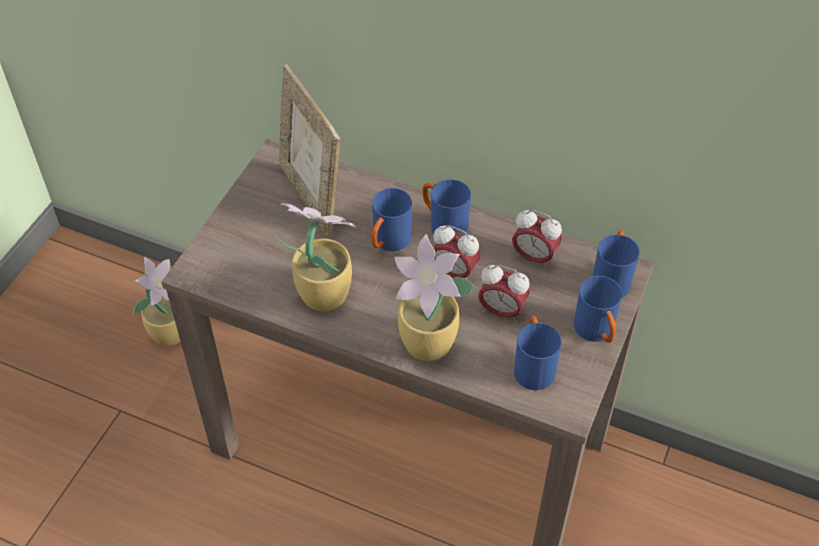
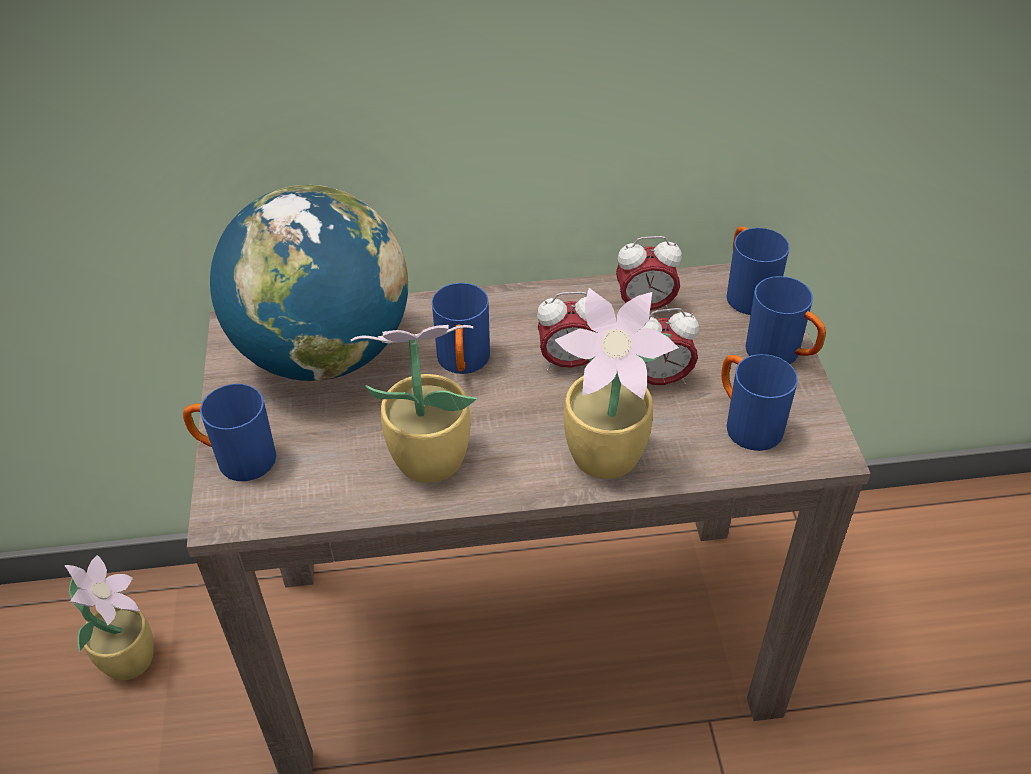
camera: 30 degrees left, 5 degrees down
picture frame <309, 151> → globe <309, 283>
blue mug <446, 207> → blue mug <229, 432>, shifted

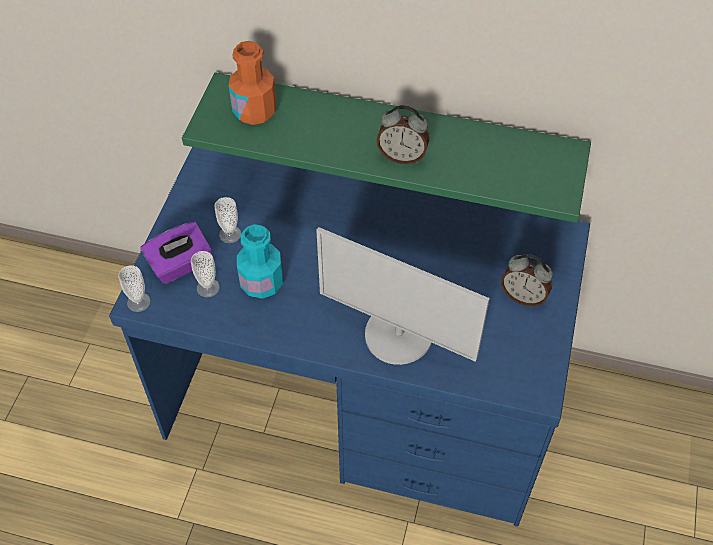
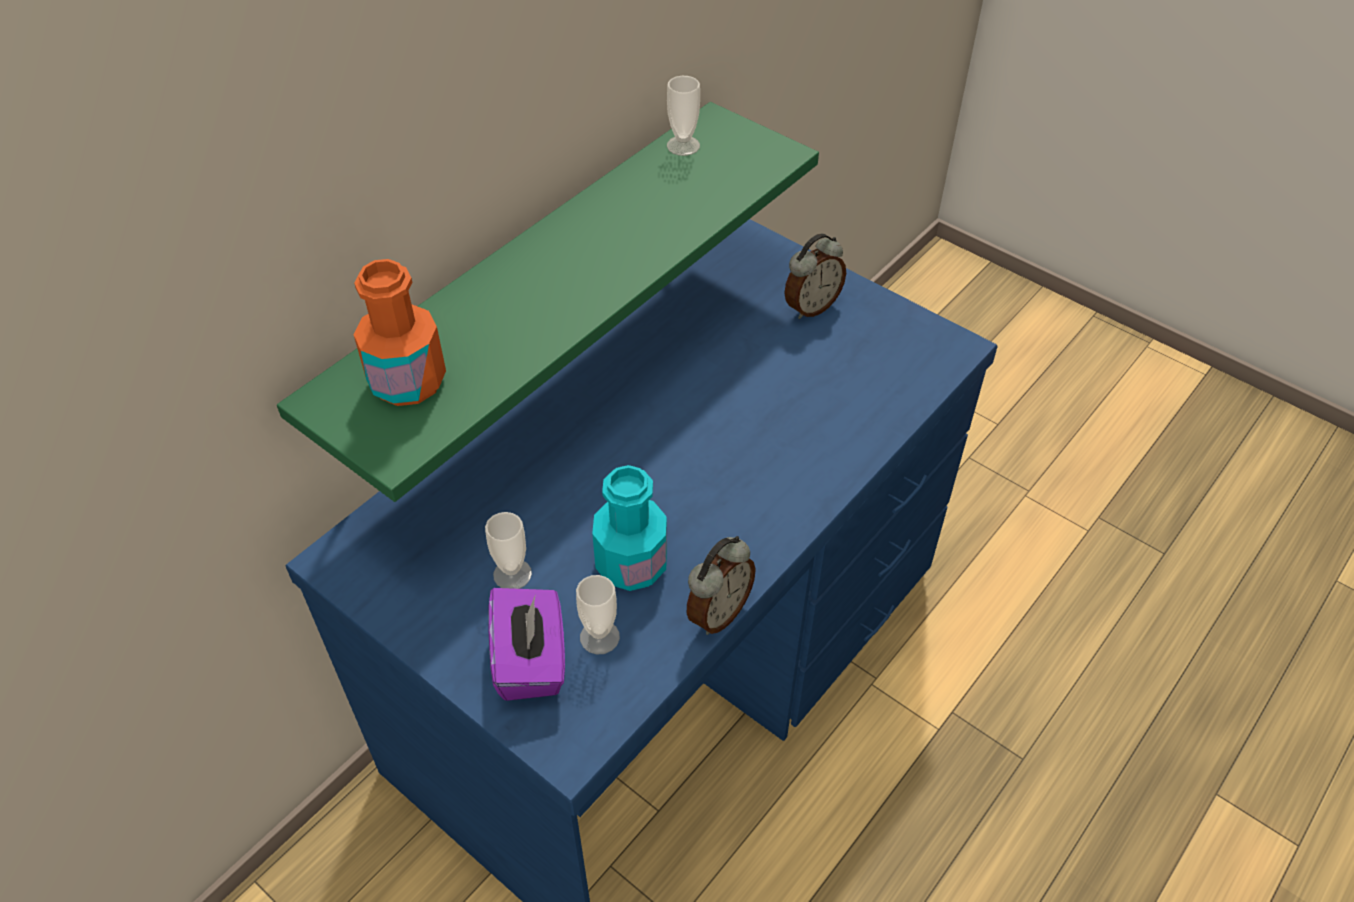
camera: 65 degrees left, 5 degrees down
alarm clock <403, 134> → alarm clock <721, 585>, shifted
monitor <403, 296> → -
cup <134, 288> → cup <683, 116>, shifted

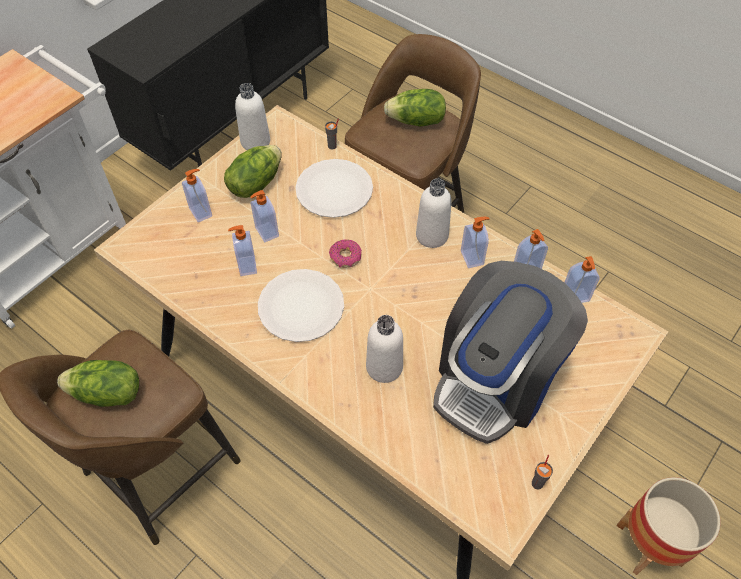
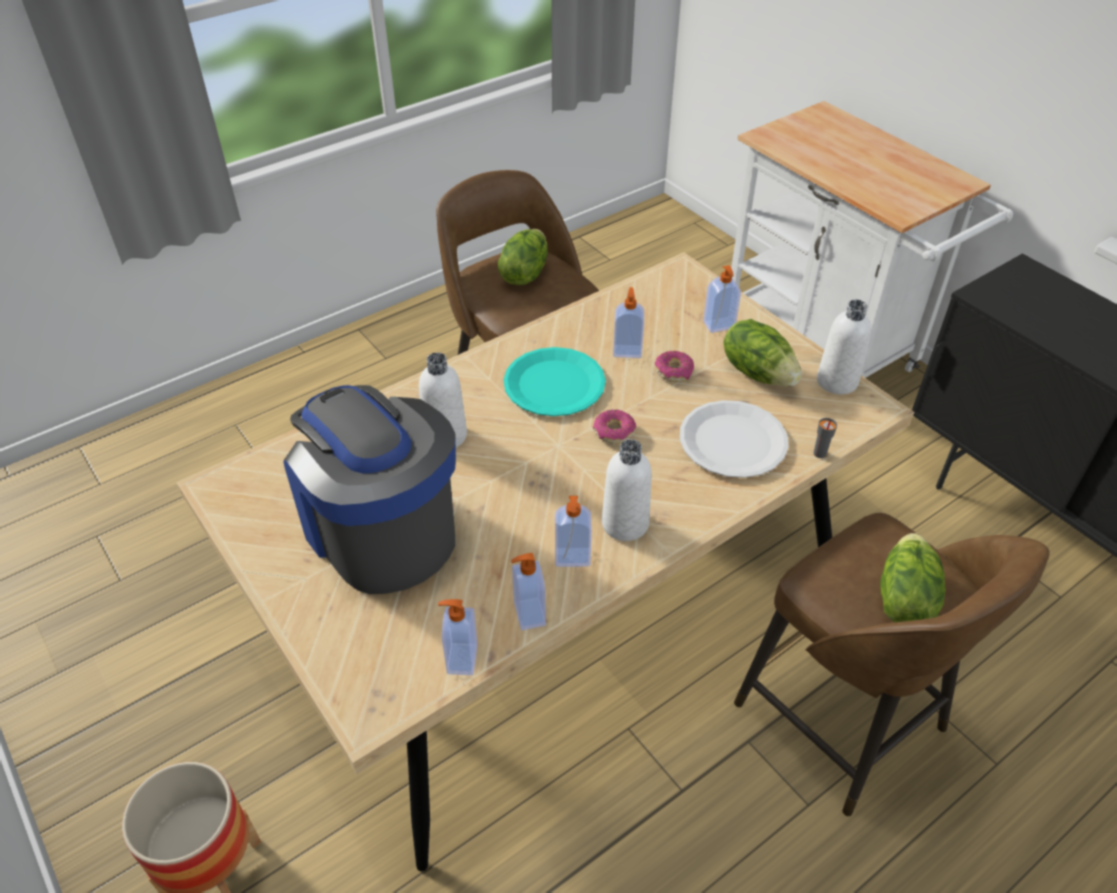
camera: 105 degrees right, 10 degrees down
soap dispenser <265, 216> → donut <674, 366>
white plate <301, 305> → turquoise plate <554, 381>
grey cup <542, 472> → -

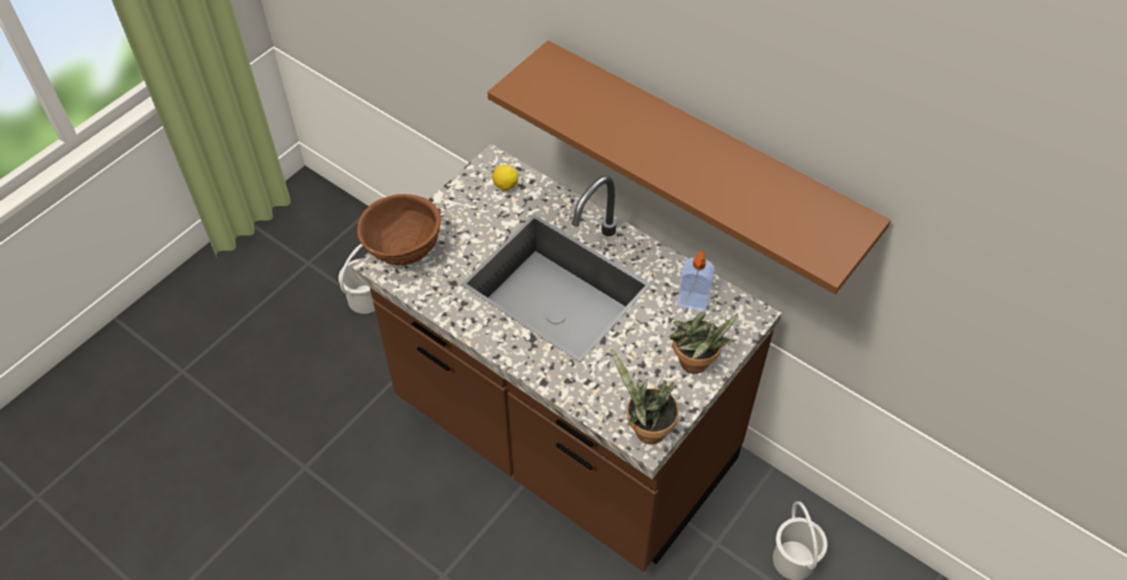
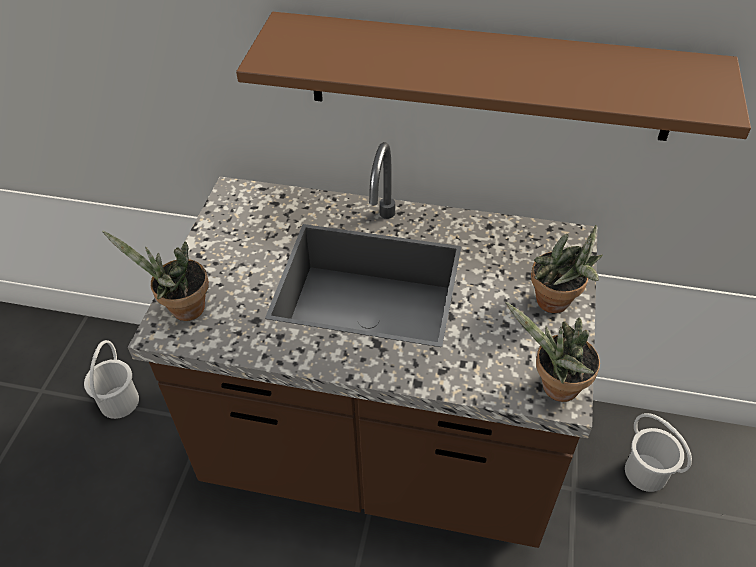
camera: 25 degrees left, 5 degrees down
lemon <505, 178> → -
brown bowl <399, 229> → potted plant <155, 275>
soap dispenser <696, 281> → -

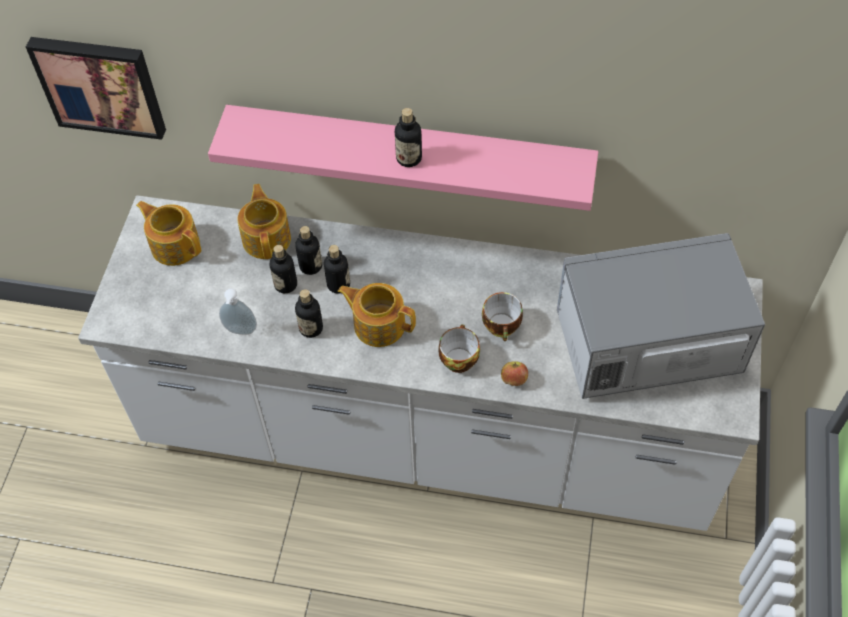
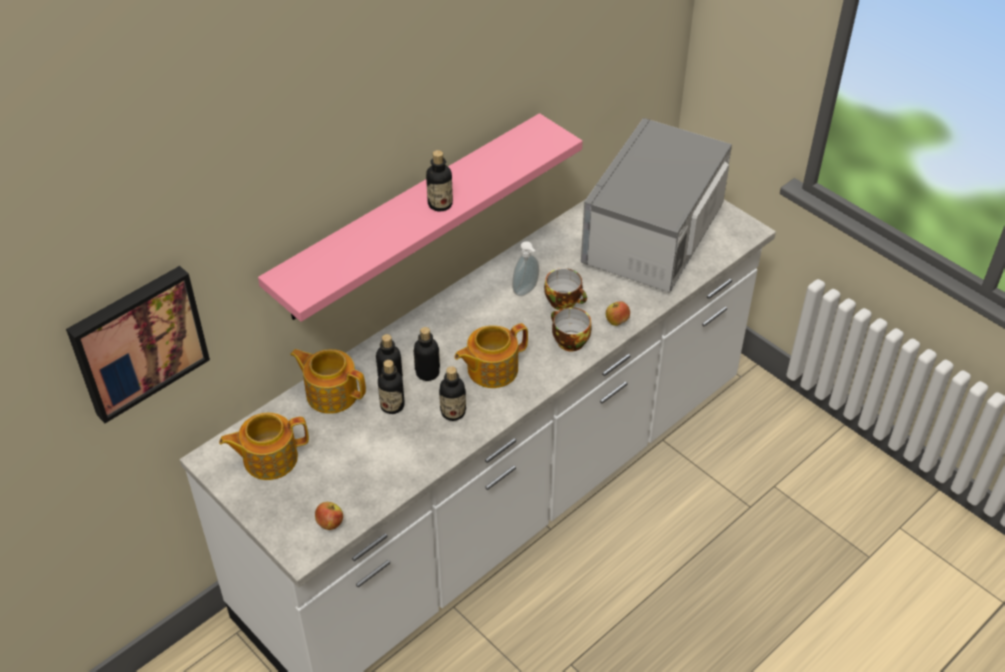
camera: 55 degrees left, 10 degrees down
soap dispenser <238, 312> → soap dispenser <525, 268>, shifted
- → apple <329, 516>

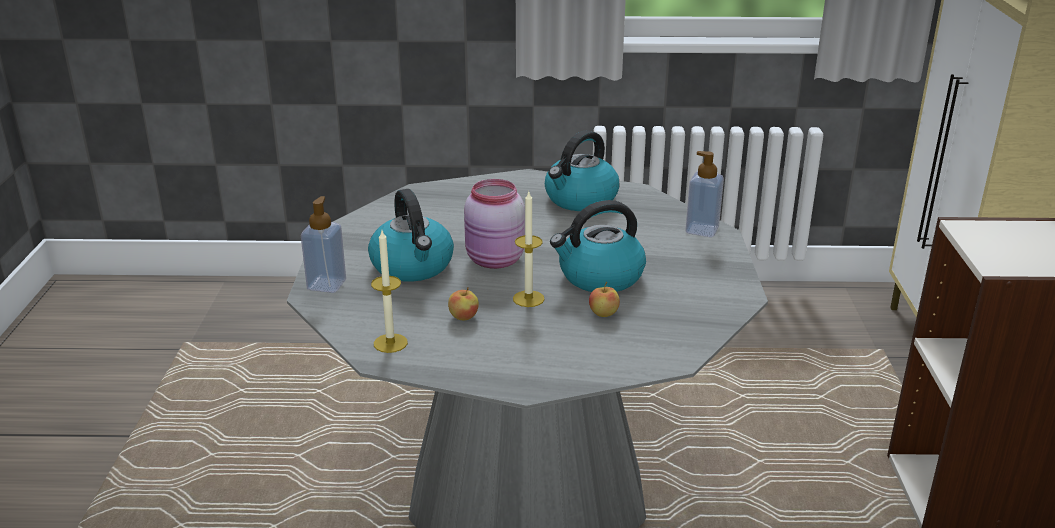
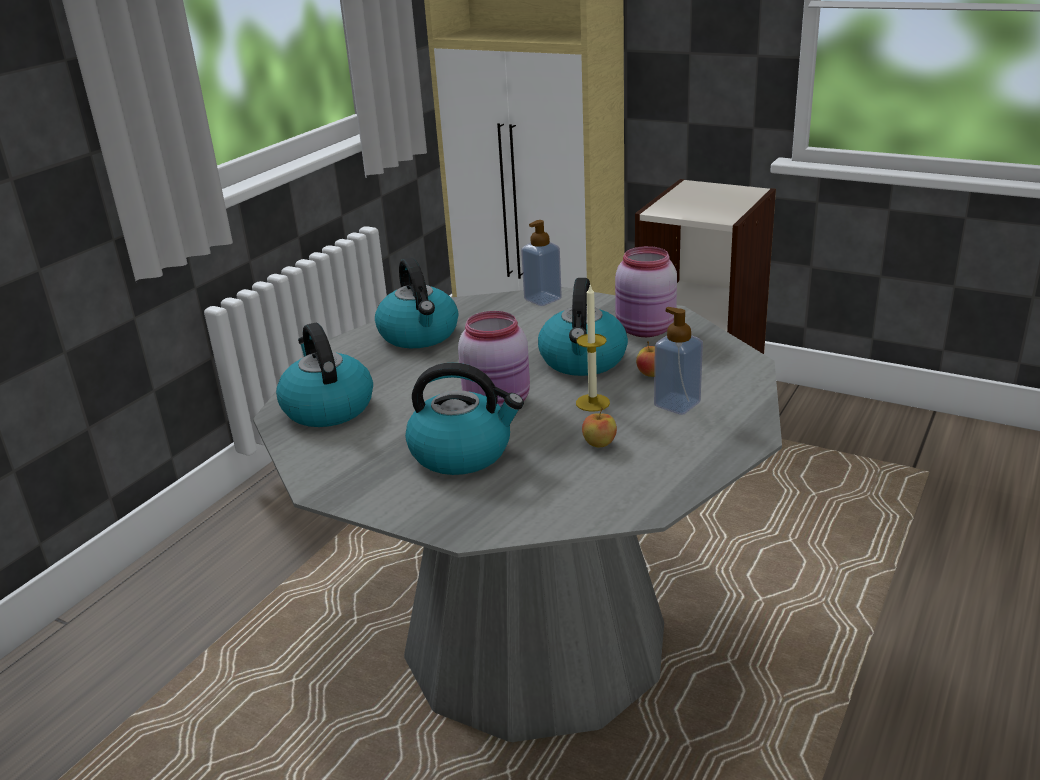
camera: 60 degrees left, 0 degrees up
soap dispenser <323, 244> → soap dispenser <678, 361>, shifted
candle <389, 291> → -
- → pink jar <646, 291>
- → kettle <324, 375>

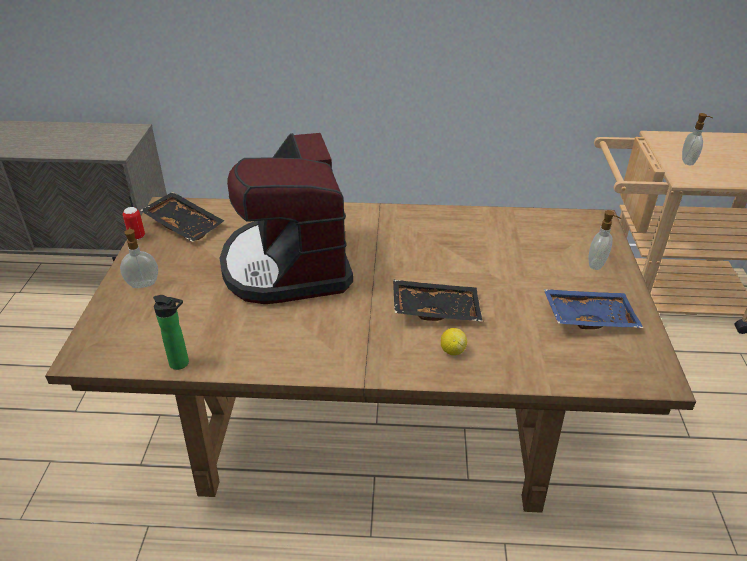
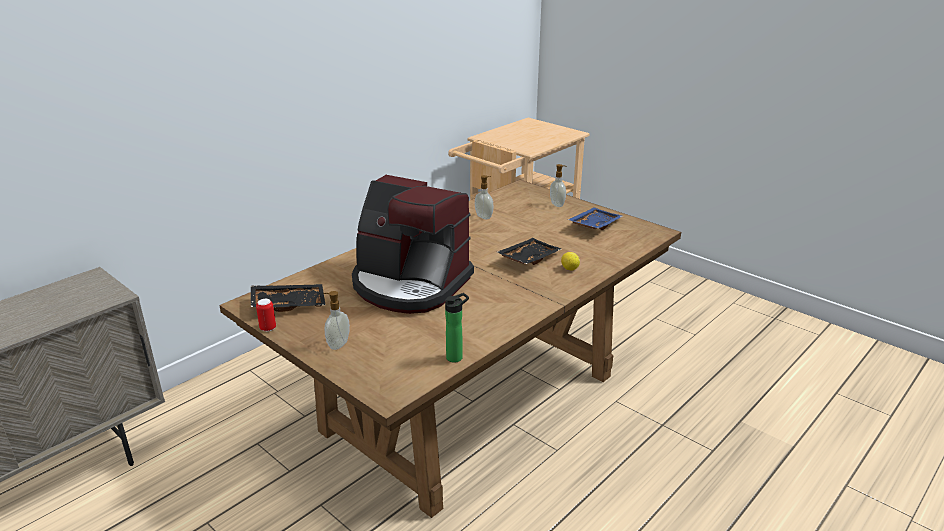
camera: 50 degrees left, 10 degrees down
soap dispenser <697, 139> → soap dispenser <484, 197>, shifted

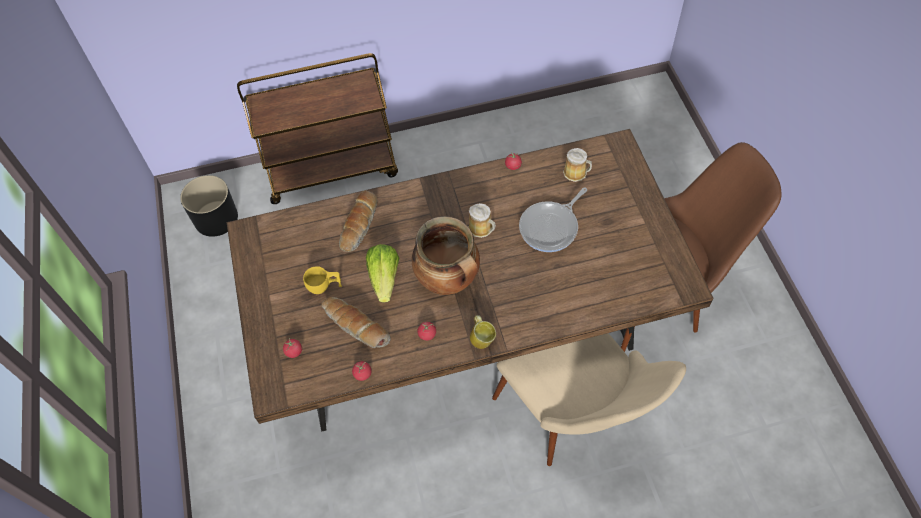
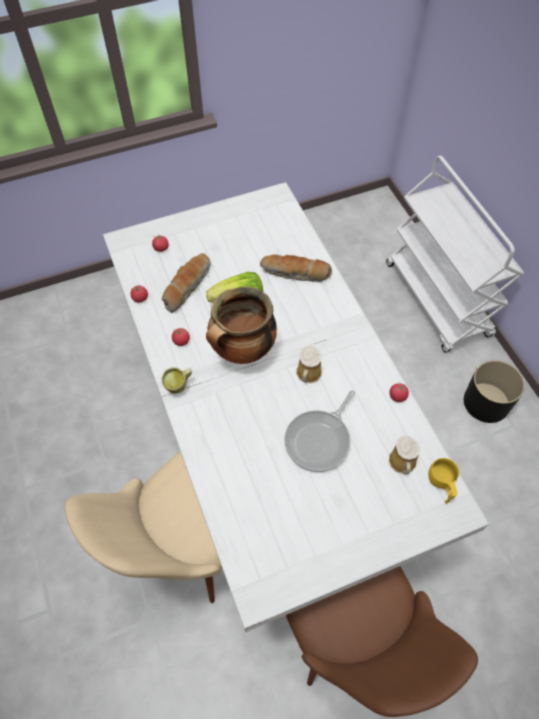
camera: 80 degrees right, 0 degrees up
brown cart <317, 128> → white cart <455, 254>
brown dining table <470, 280> → white dining table <296, 407>
black planter <209, 206> → black planter <494, 391>, shifted
frying pan <553, 219> → frying pan <319, 431>, 90 degrees counterclockwise
yellow cup <322, 280> → yellow cup <444, 481>, shifted

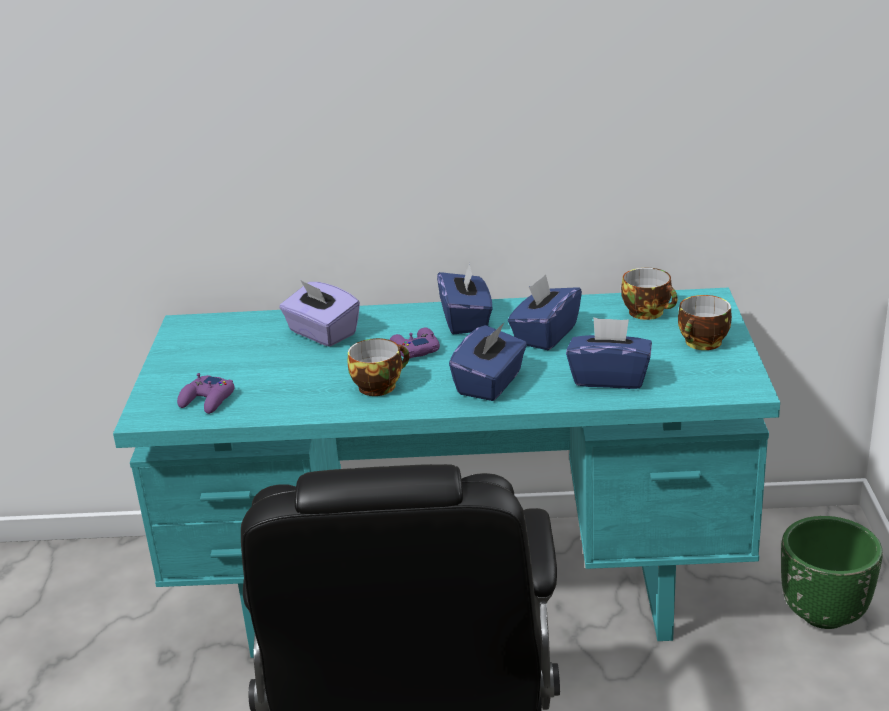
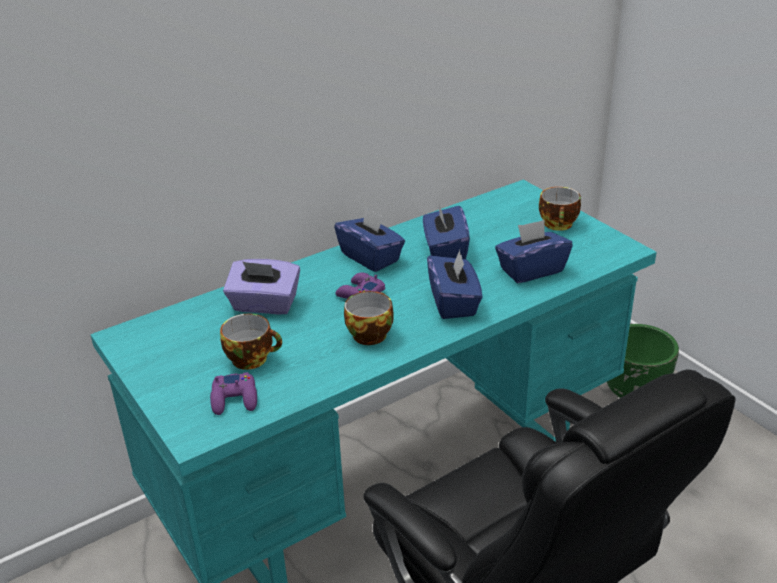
camera: 35 degrees left, 5 degrees up
cup <649, 294> → cup <251, 341>, shifted

